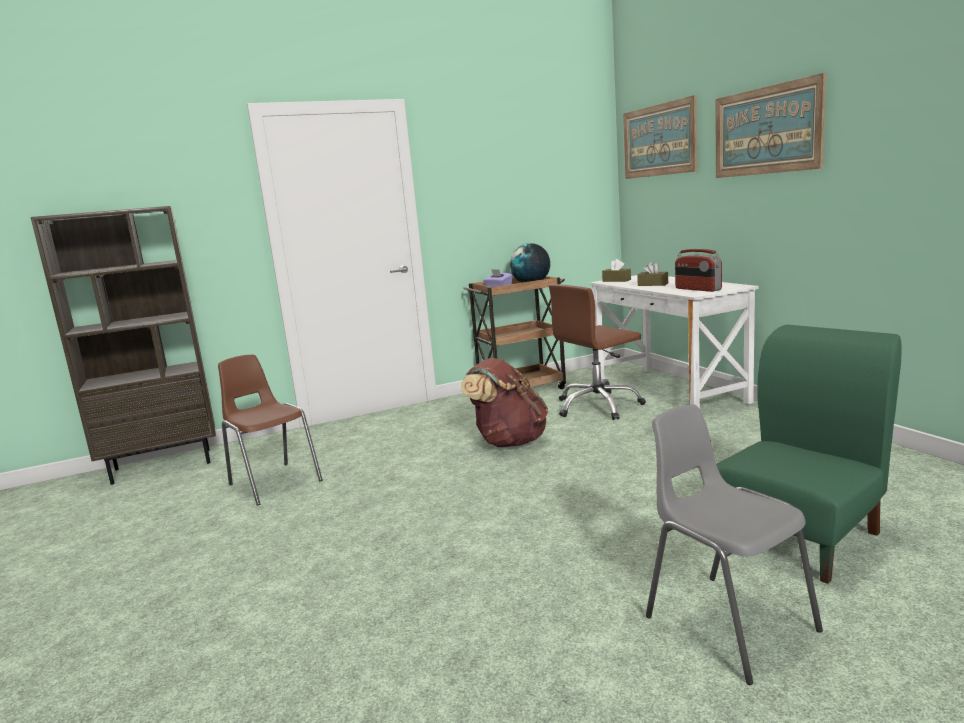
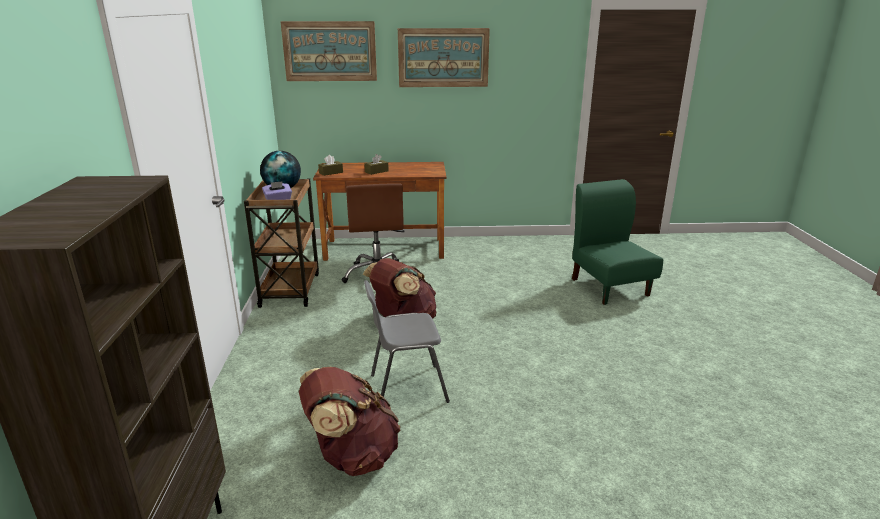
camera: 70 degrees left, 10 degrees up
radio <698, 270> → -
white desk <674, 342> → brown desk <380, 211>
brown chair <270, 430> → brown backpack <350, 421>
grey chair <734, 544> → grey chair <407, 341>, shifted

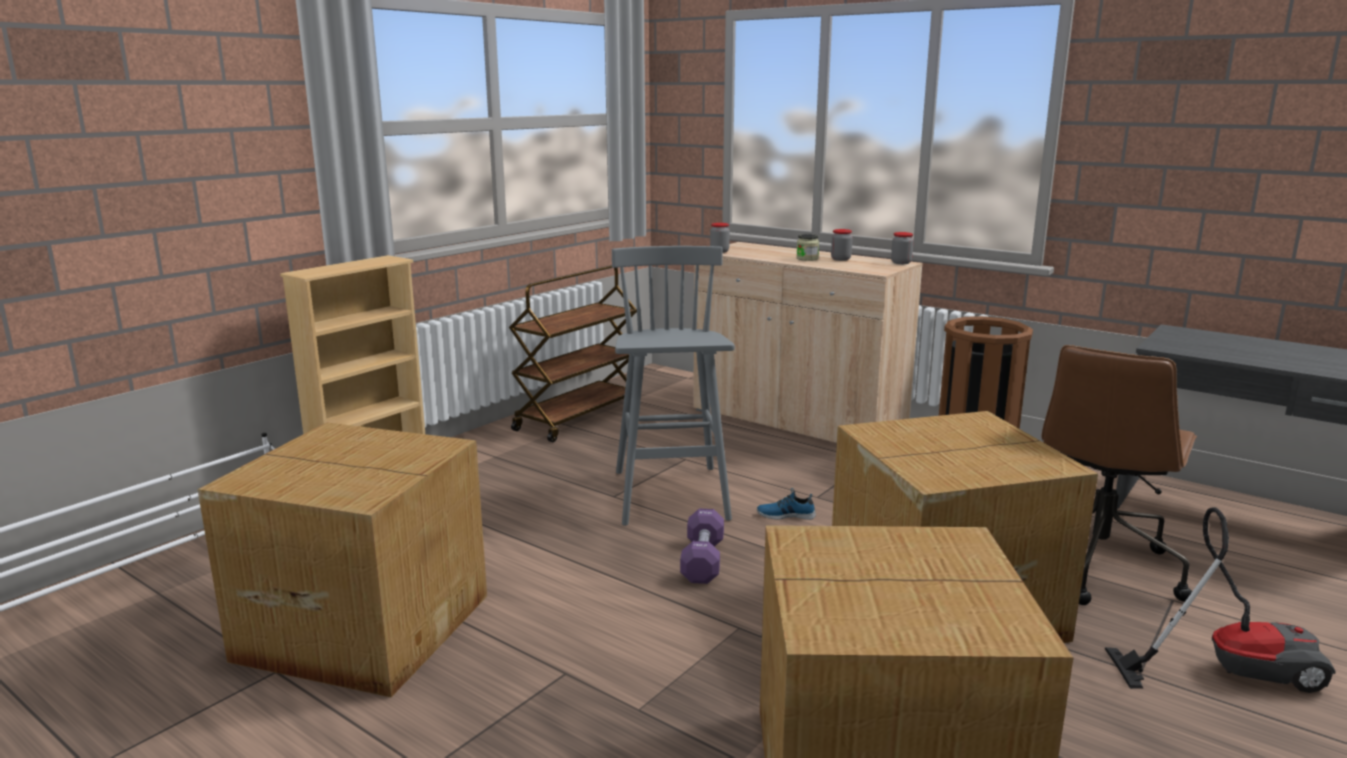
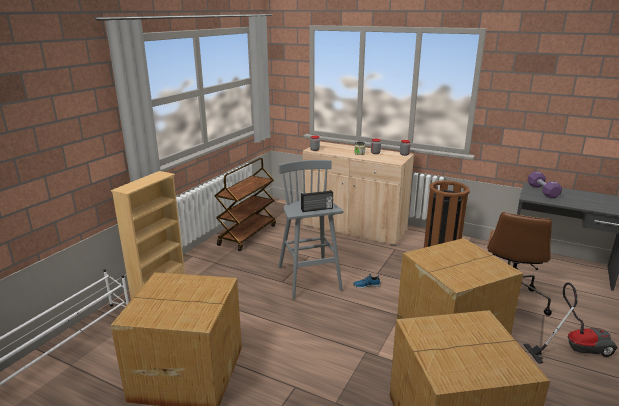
camera: 10 degrees left, 5 degrees up
purple dumbbell <702, 546> → purple dumbbell <544, 184>, shifted
- → radio <317, 201>

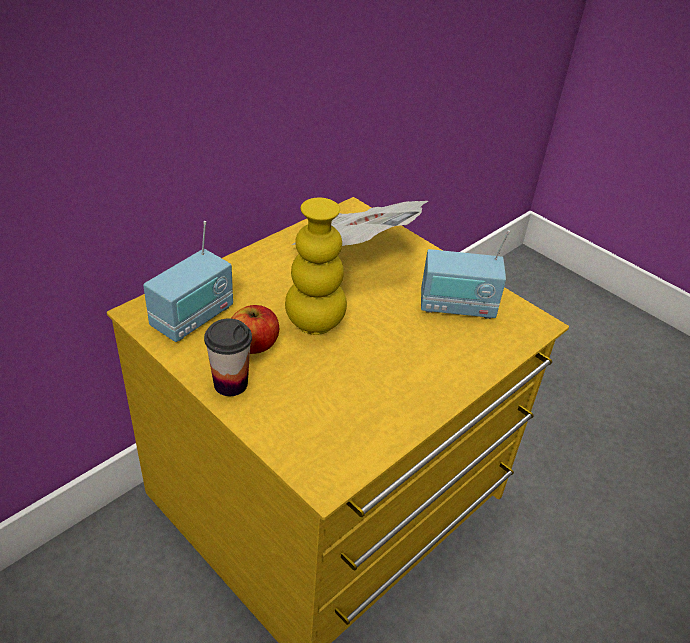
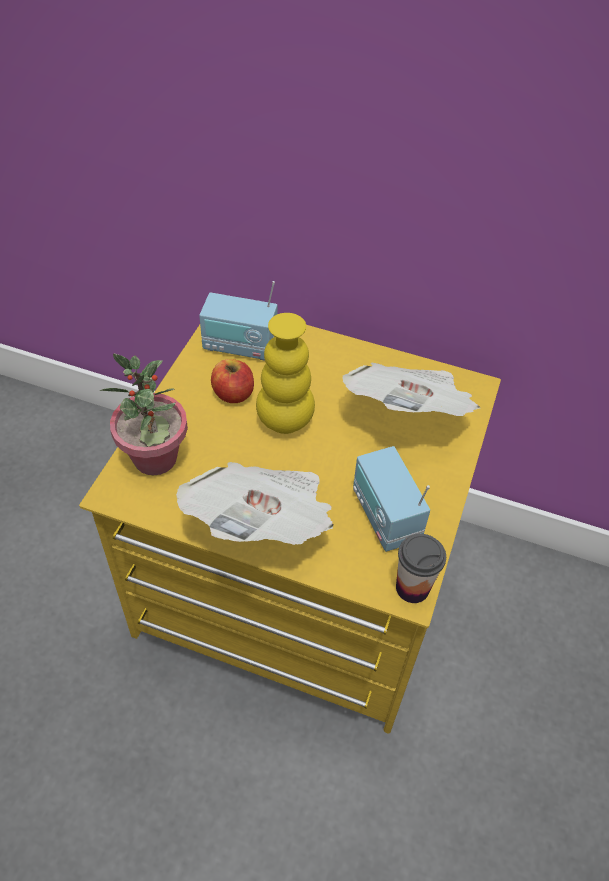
camera: 65 degrees right, 10 degrees up
cup <228, 357> → cup <421, 568>, shifted
- → potted plant <144, 415>
- → newspaper <255, 503>

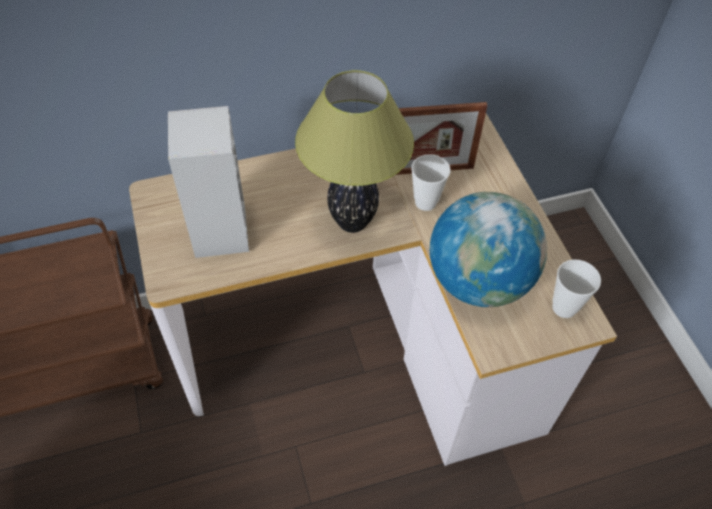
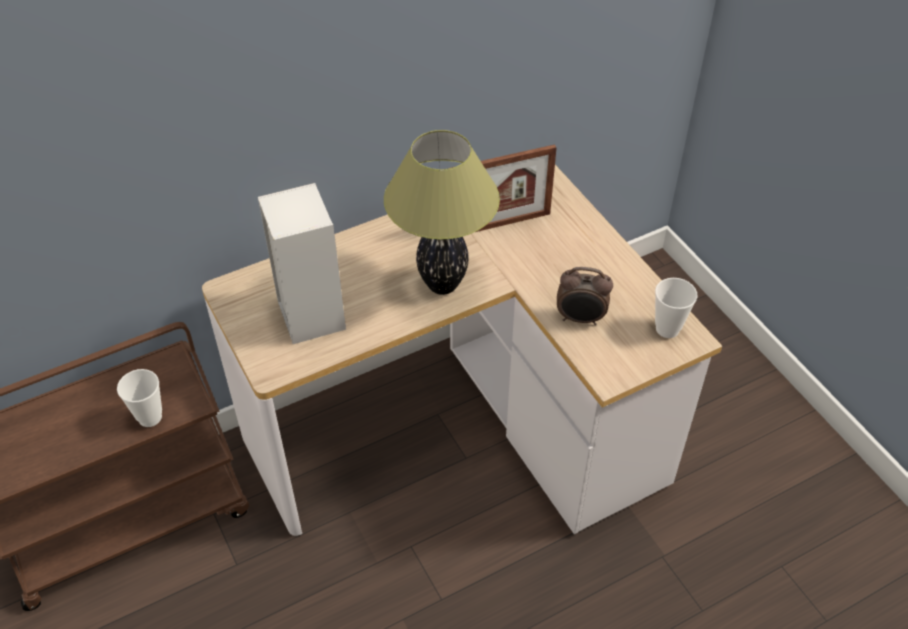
camera: 10 degrees left, 5 degrees down
cup <431, 182> → cup <139, 398>, shifted
globe <488, 249> → alarm clock <585, 296>

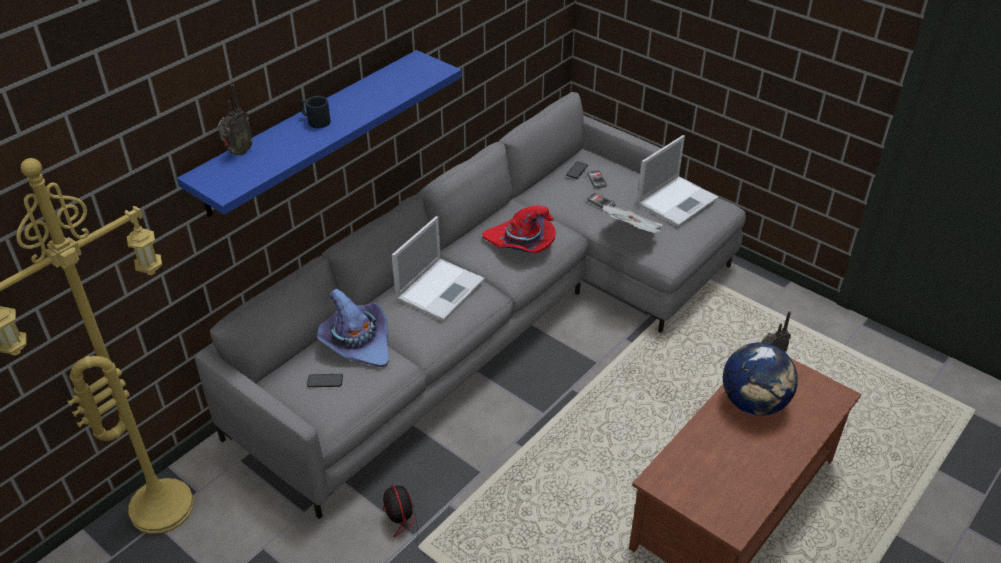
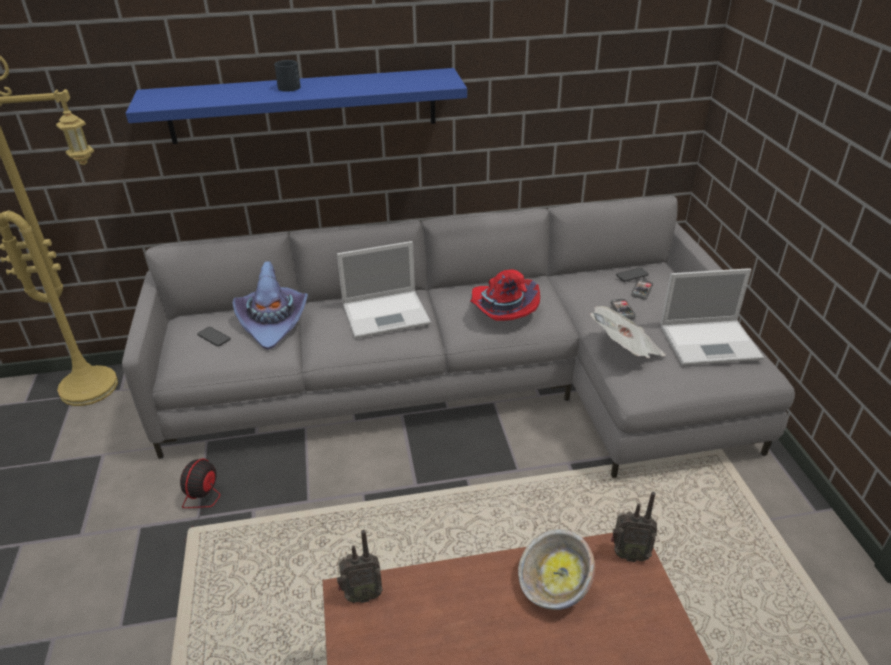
camera: 40 degrees right, 5 degrees down
radio <235, 120> → radio <360, 566>, shifted
globe <760, 379> → bowl <556, 569>

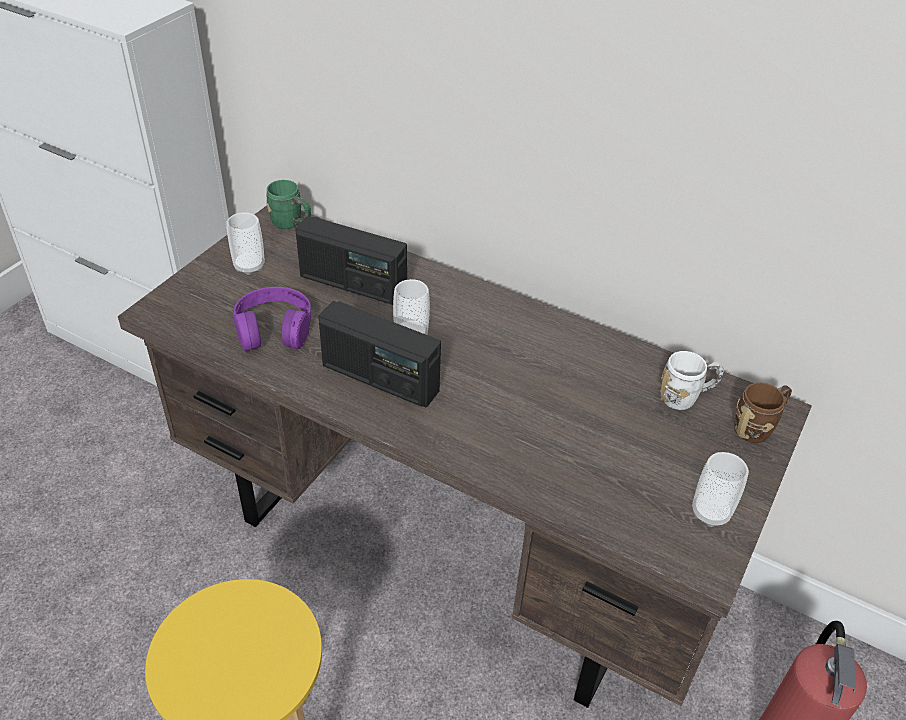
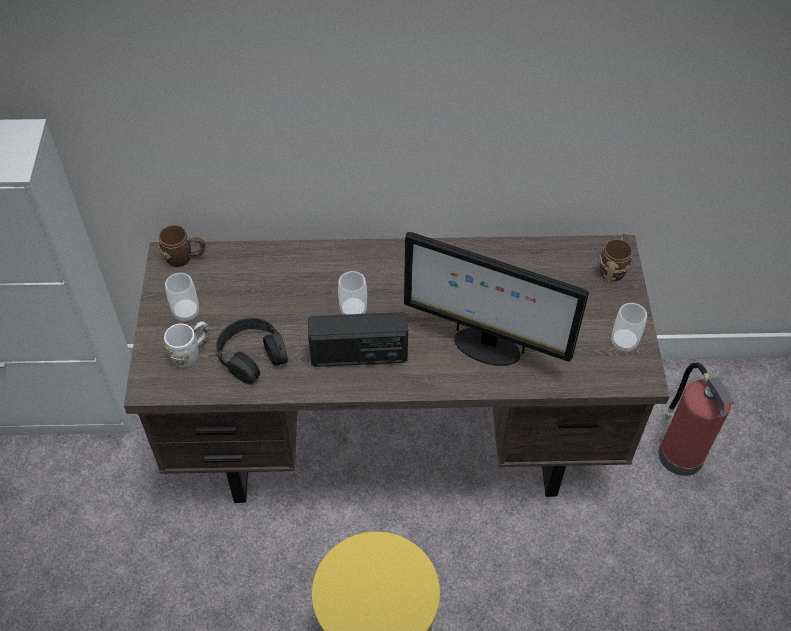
camera: 30 degrees left, 10 degrees up
green mug <288, 204> → brown mug <181, 246>
radio <351, 260> → -
purple headphones <272, 319> → black headphones <252, 351>
white mug <692, 380> → white mug <186, 345>, shifted
- → monitor <496, 299>

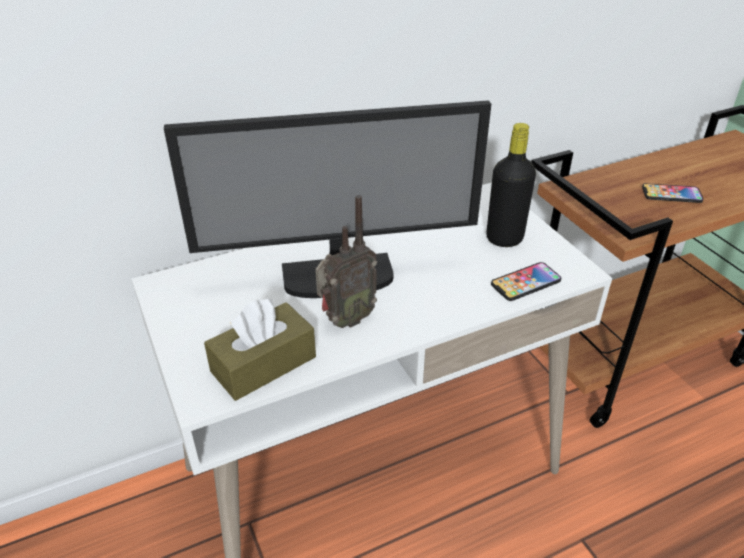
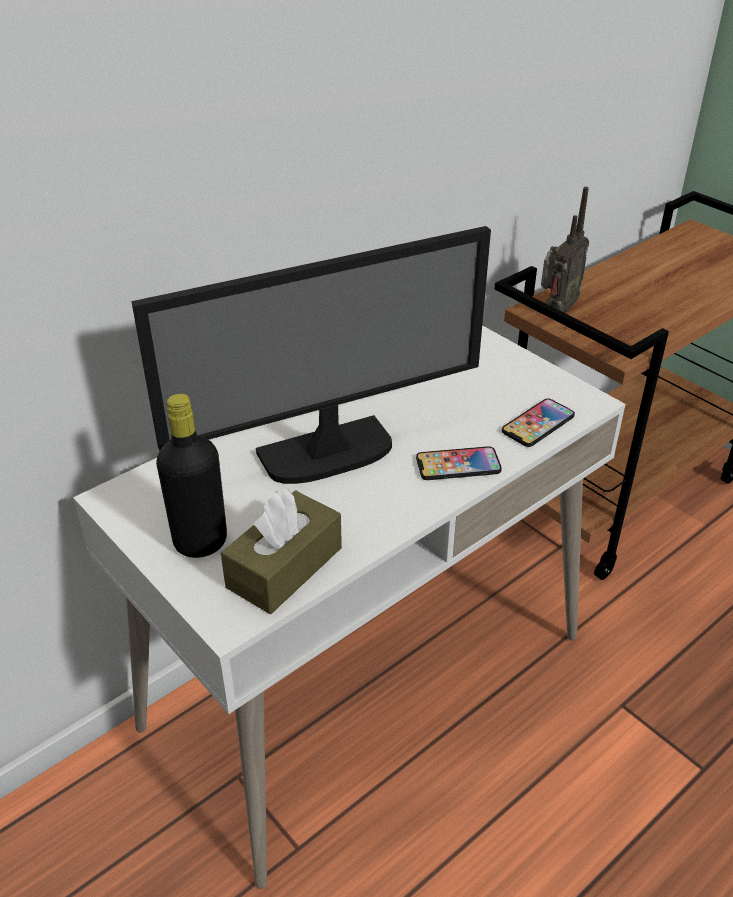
camera: 15 degrees left, 0 degrees up
black bottle <511, 185> → black bottle <191, 476>, shifted
phone <672, 193> → phone <459, 463>, shifted
radio <346, 261> → radio <565, 250>, shifted

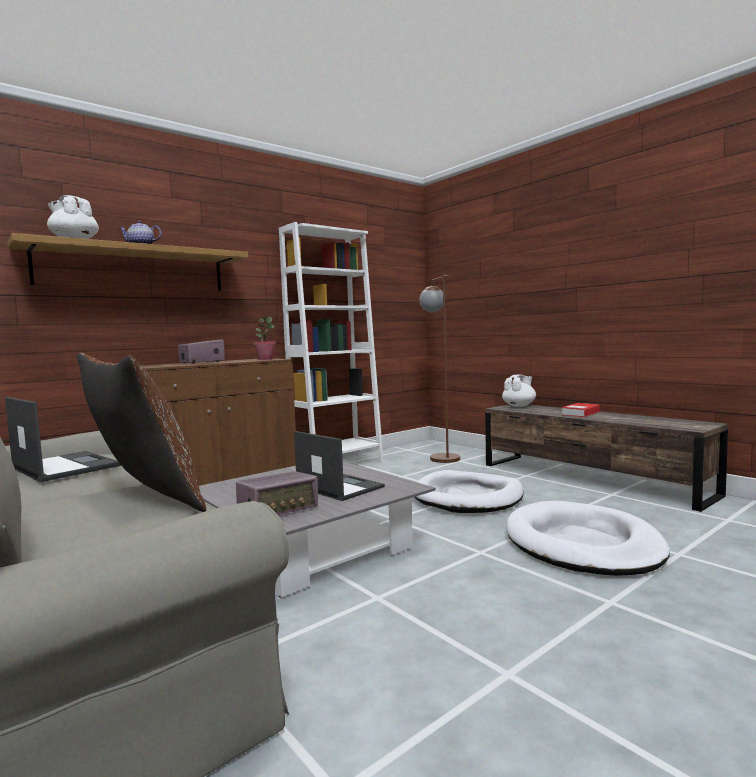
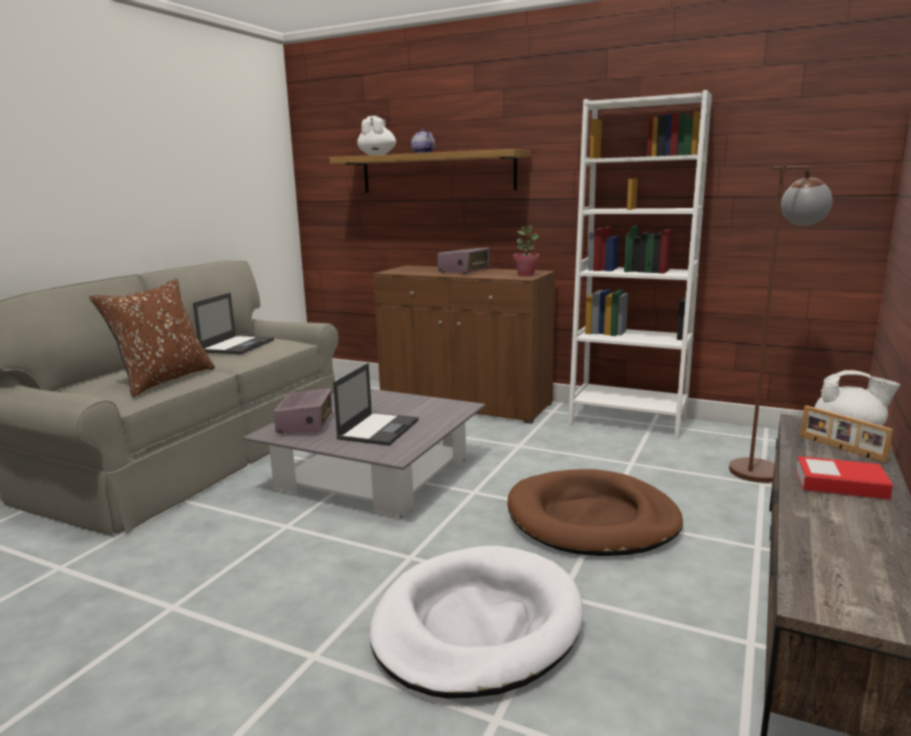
camera: 65 degrees right, 10 degrees up
white dog bed <469, 491> → brown dog bed <595, 512>
radio <277, 493> → radio <302, 411>, 120 degrees counterclockwise
- → picture frame <847, 434>

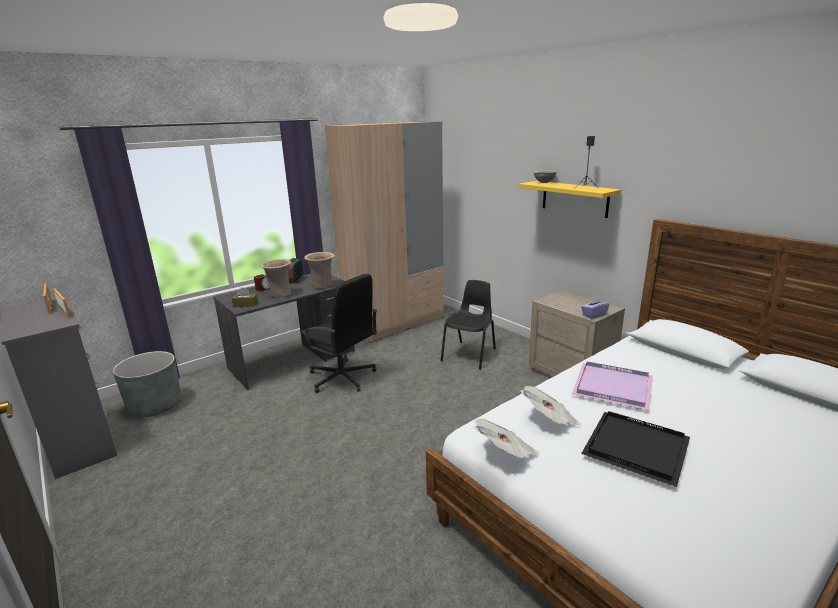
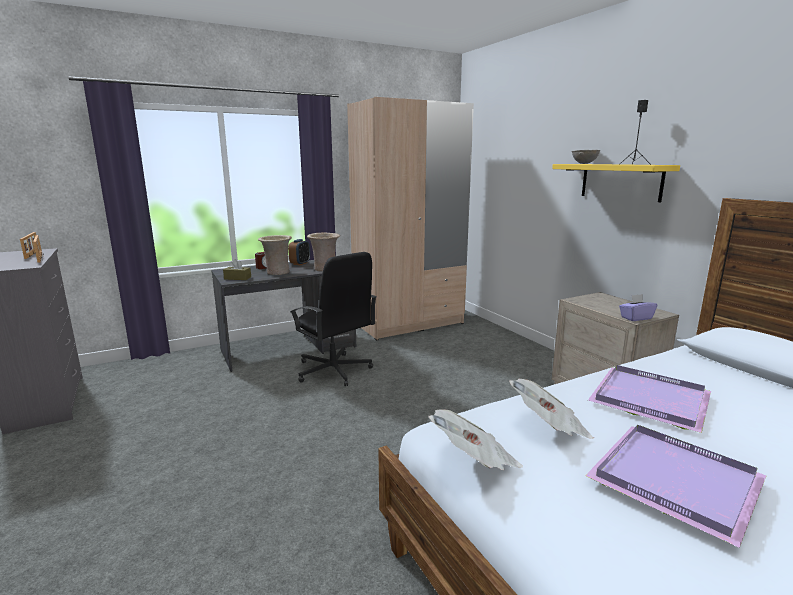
camera: 10 degrees right, 5 degrees down
black chair <468, 325> → -
grey planter <147, 384> → -
black tray <635, 449> → purple tray <675, 486>

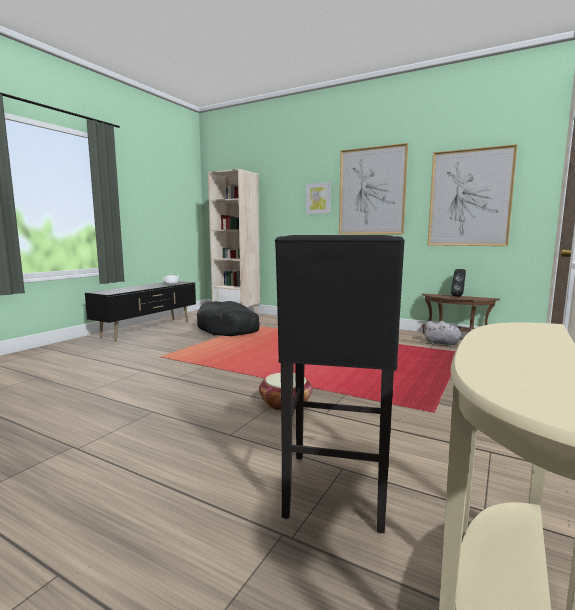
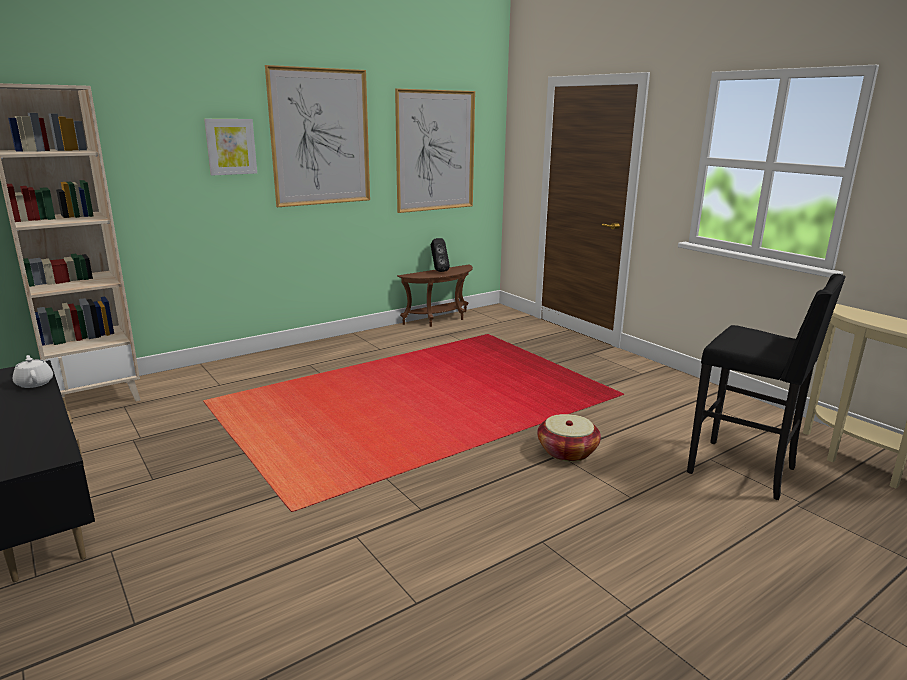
camera: 65 degrees left, 10 degrees up
black dog bed <228, 318> → -
grey plush toy <444, 333> → -

